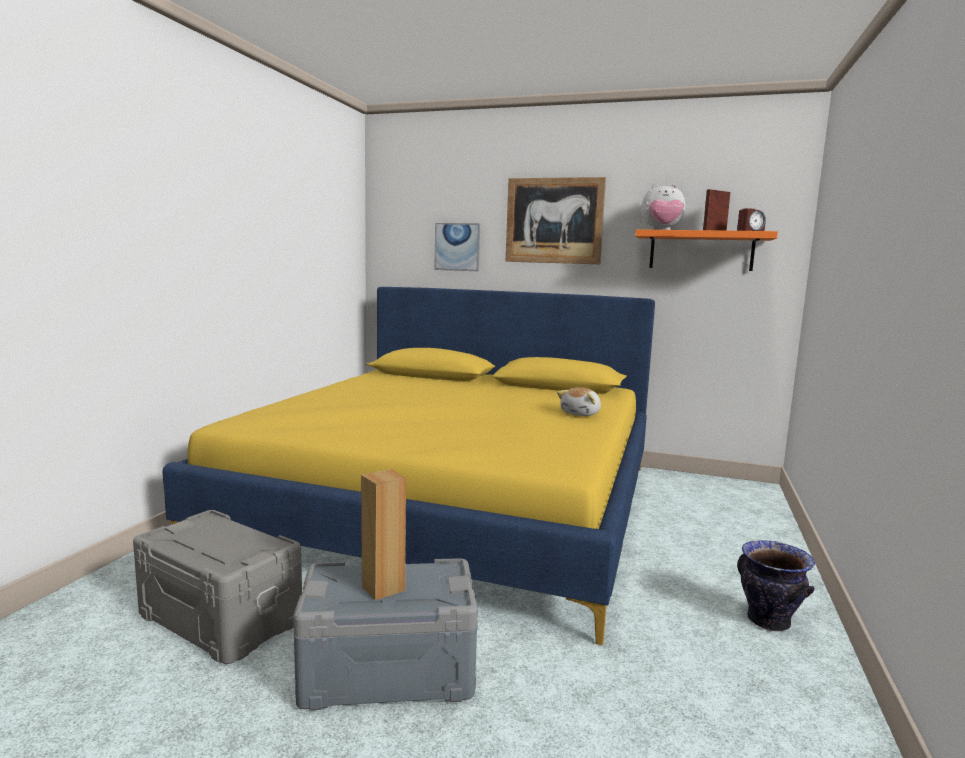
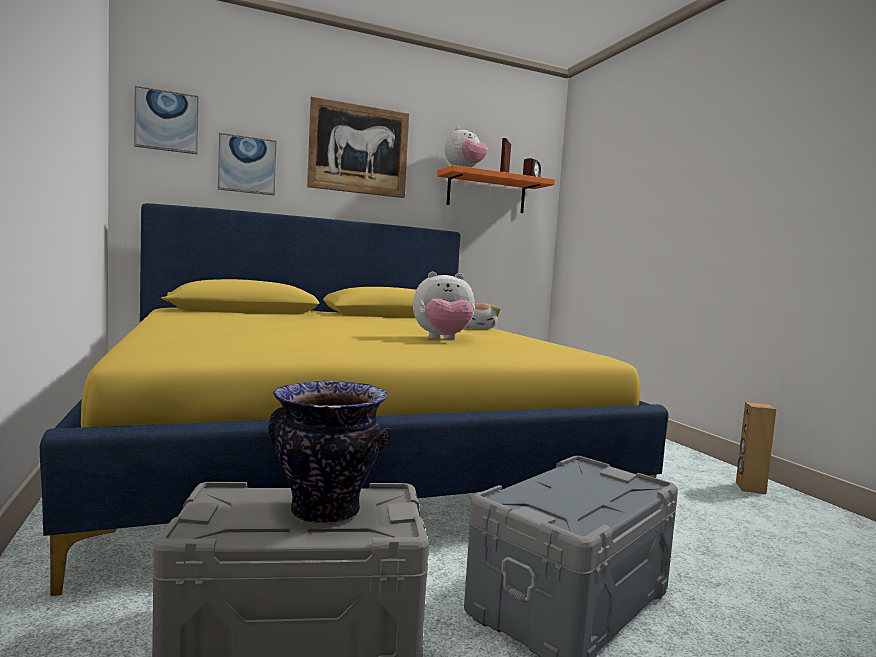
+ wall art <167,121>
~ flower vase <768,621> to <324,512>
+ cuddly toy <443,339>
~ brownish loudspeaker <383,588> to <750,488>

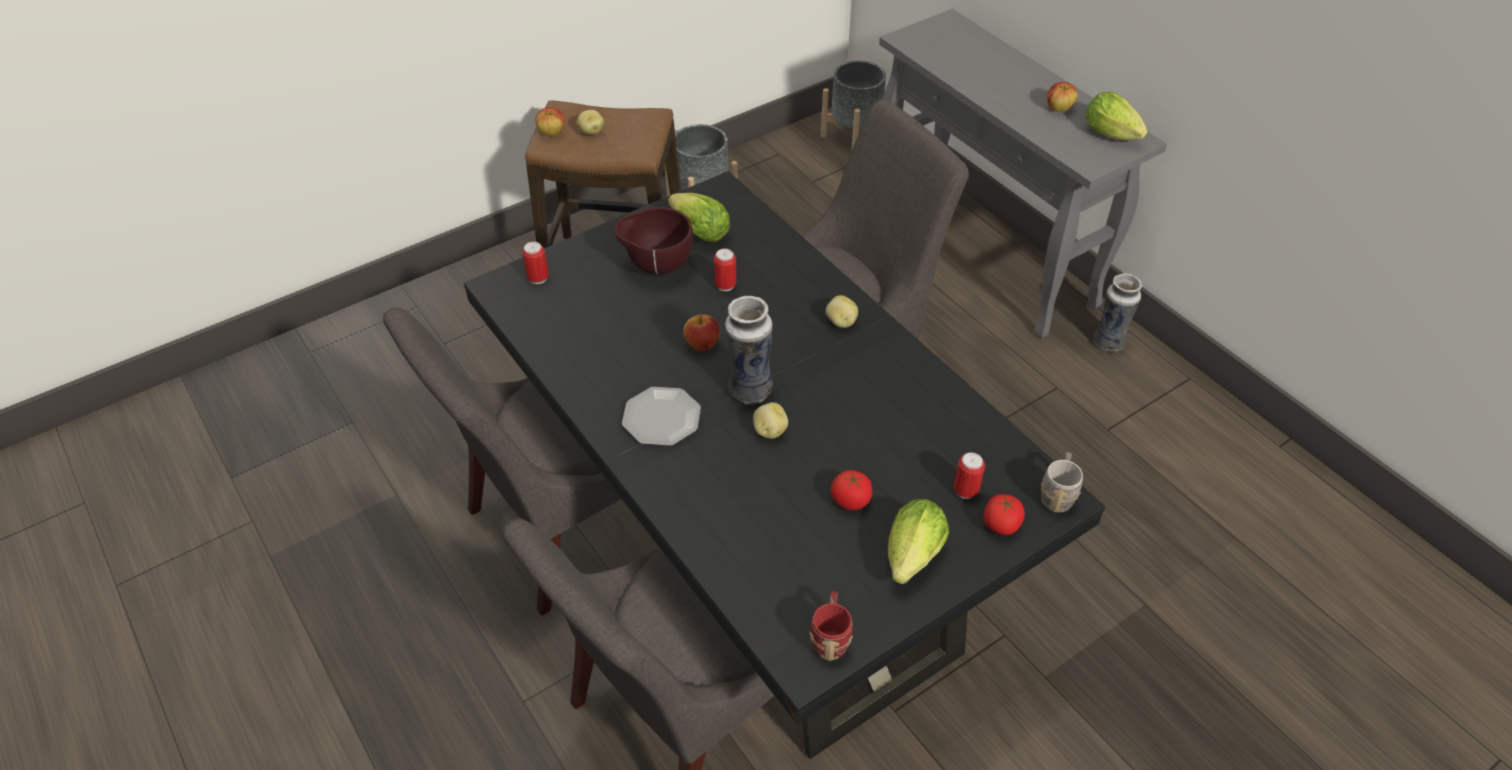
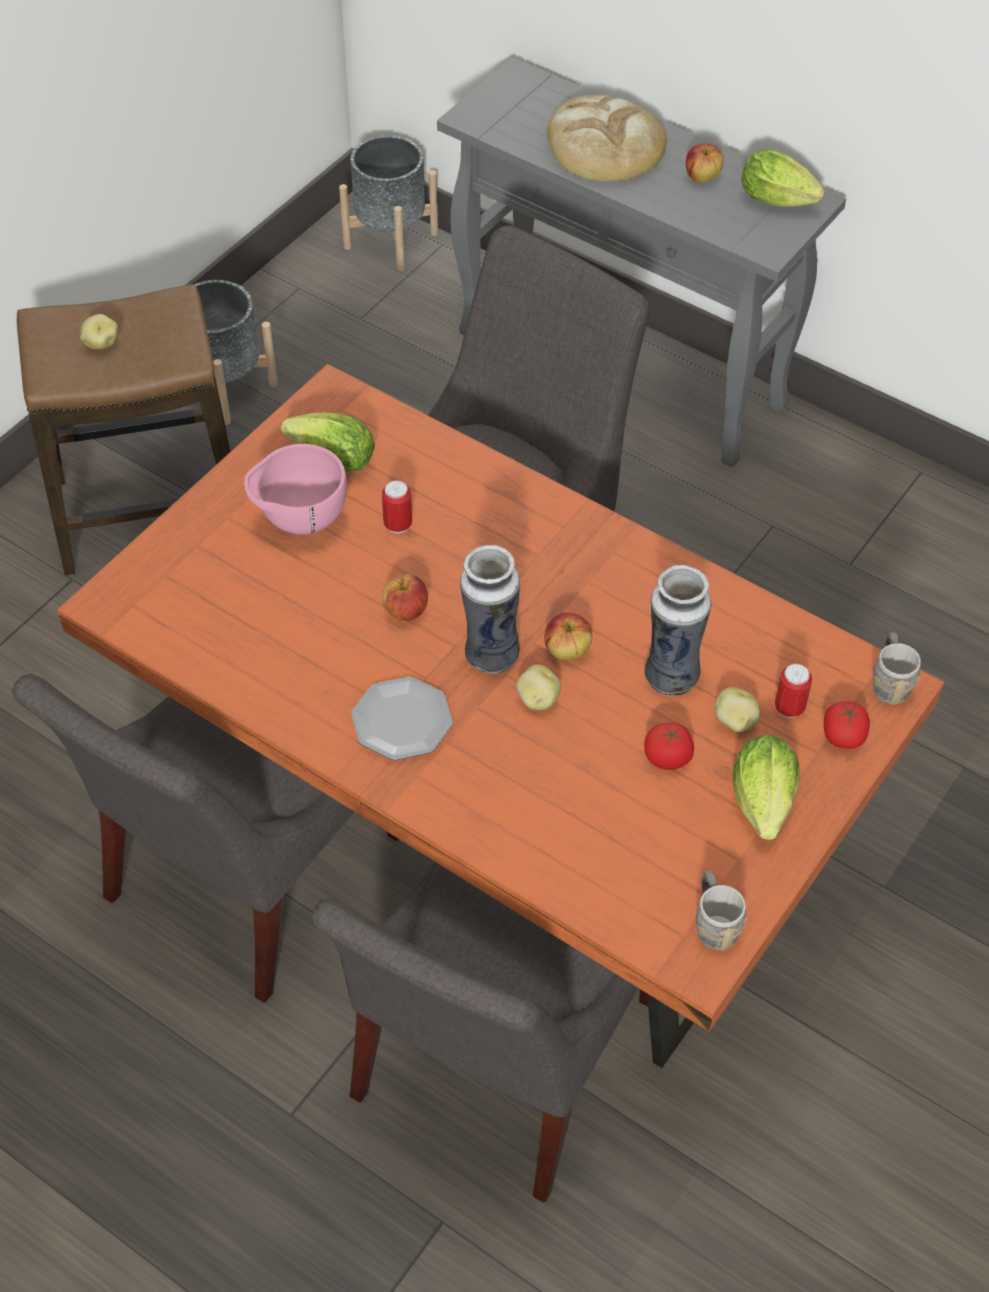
~ blackish dining table <753,546> to orange dining table <489,834>
~ brownish serving bowl <657,267> to pink serving bowl <300,522>
~ apple <552,132> to <567,650>
+ bread <605,146>
~ flower vase <1108,342> to <671,675>
~ reddish mug <830,637> to gray mug <713,924>
~ whole potato <840,322> to <735,721>
- metal can <538,278>

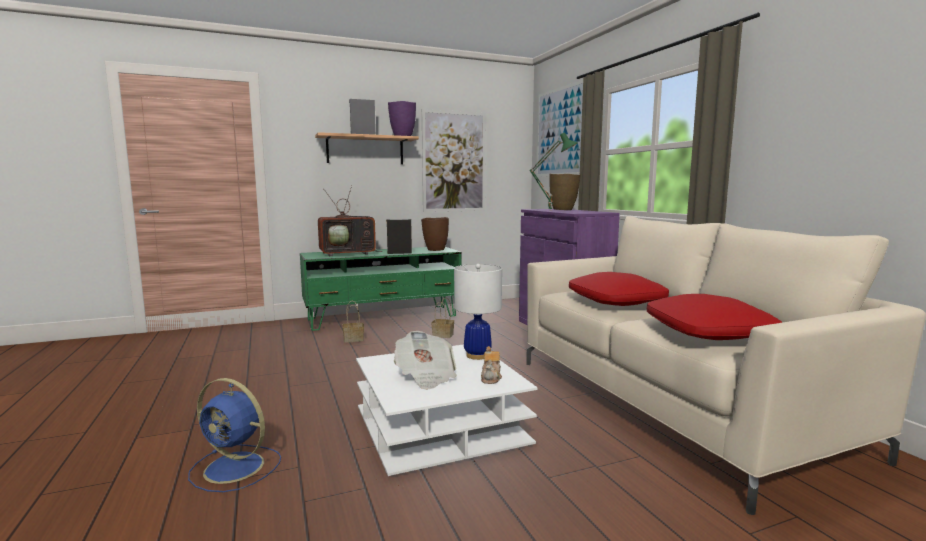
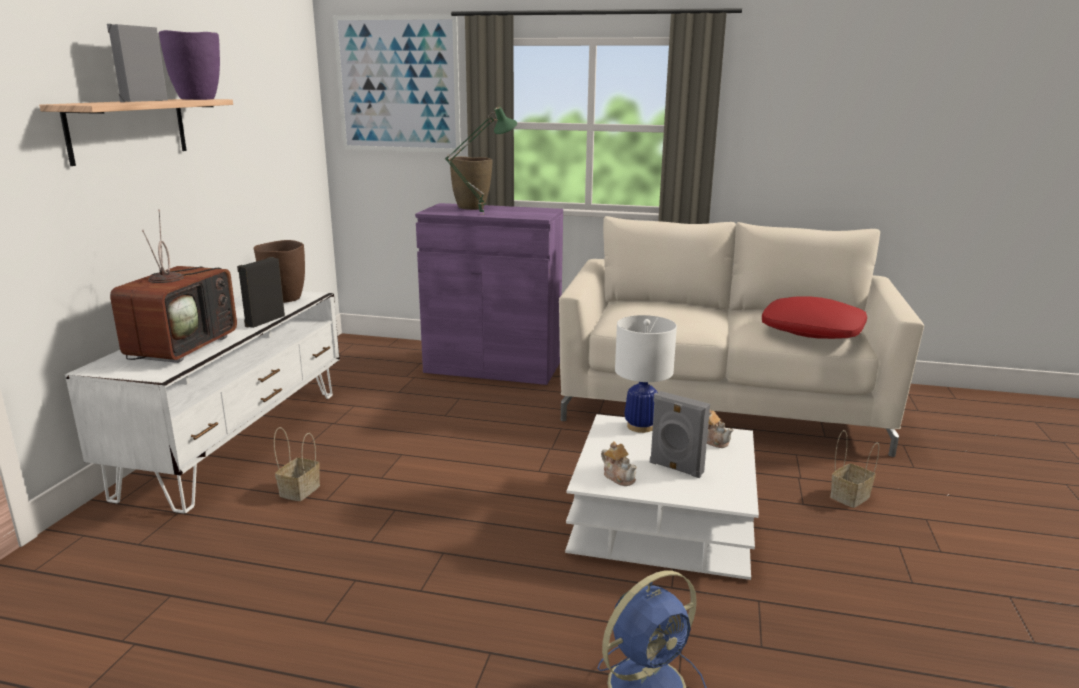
~ green media console <383,317> to whitish media console <237,440>
+ pot for tea <619,477>
~ printed paper <425,376> to gray loudspeaker <675,468>
~ household basket <443,335> to <849,496>
- wall art <454,162>
- reddish pillow <616,301>

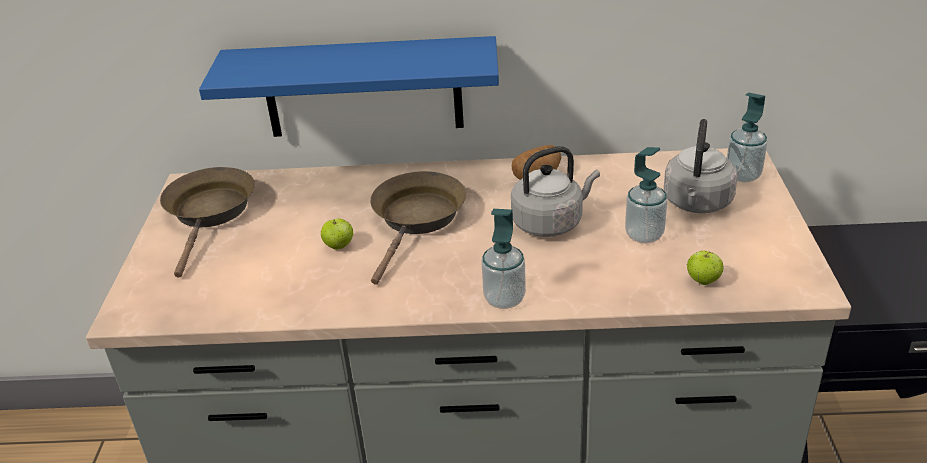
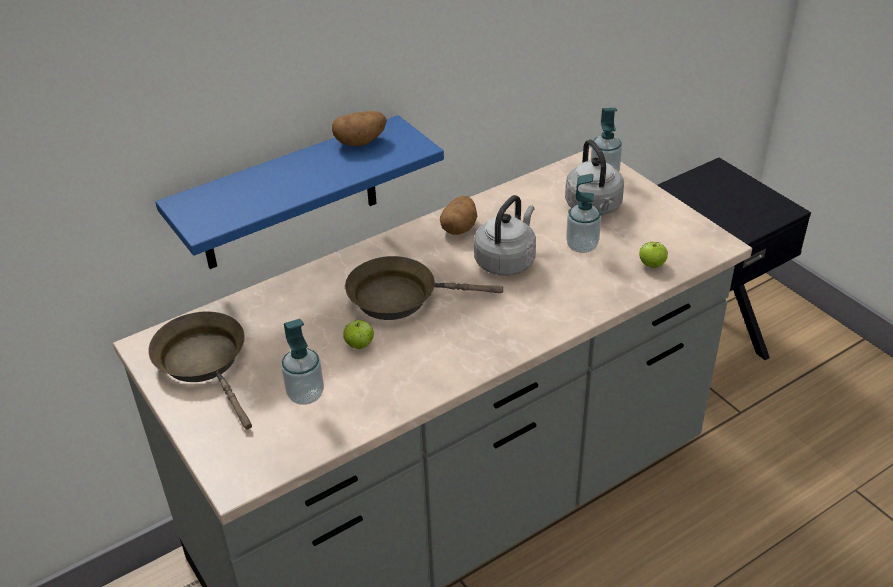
~ soap bottle <504,299> to <305,394>
+ whole potato <360,142>
~ brownish frying pan <417,219> = <400,297> 75 degrees counterclockwise

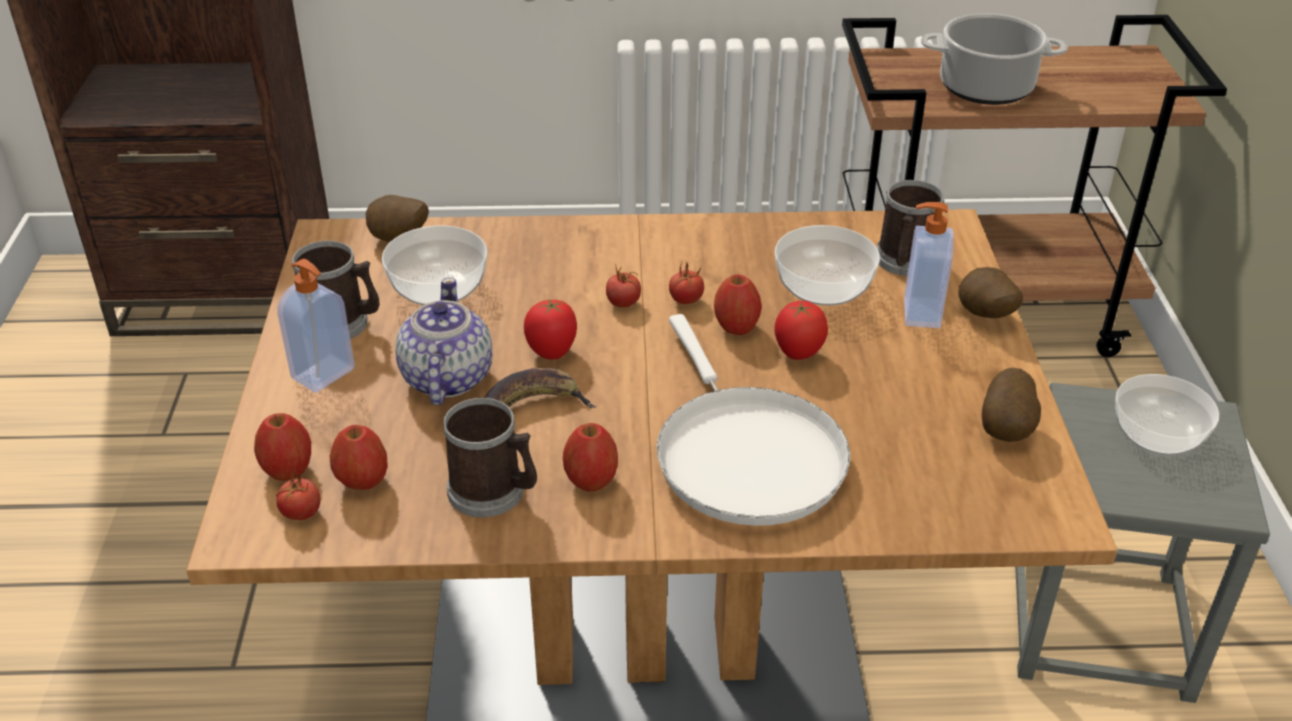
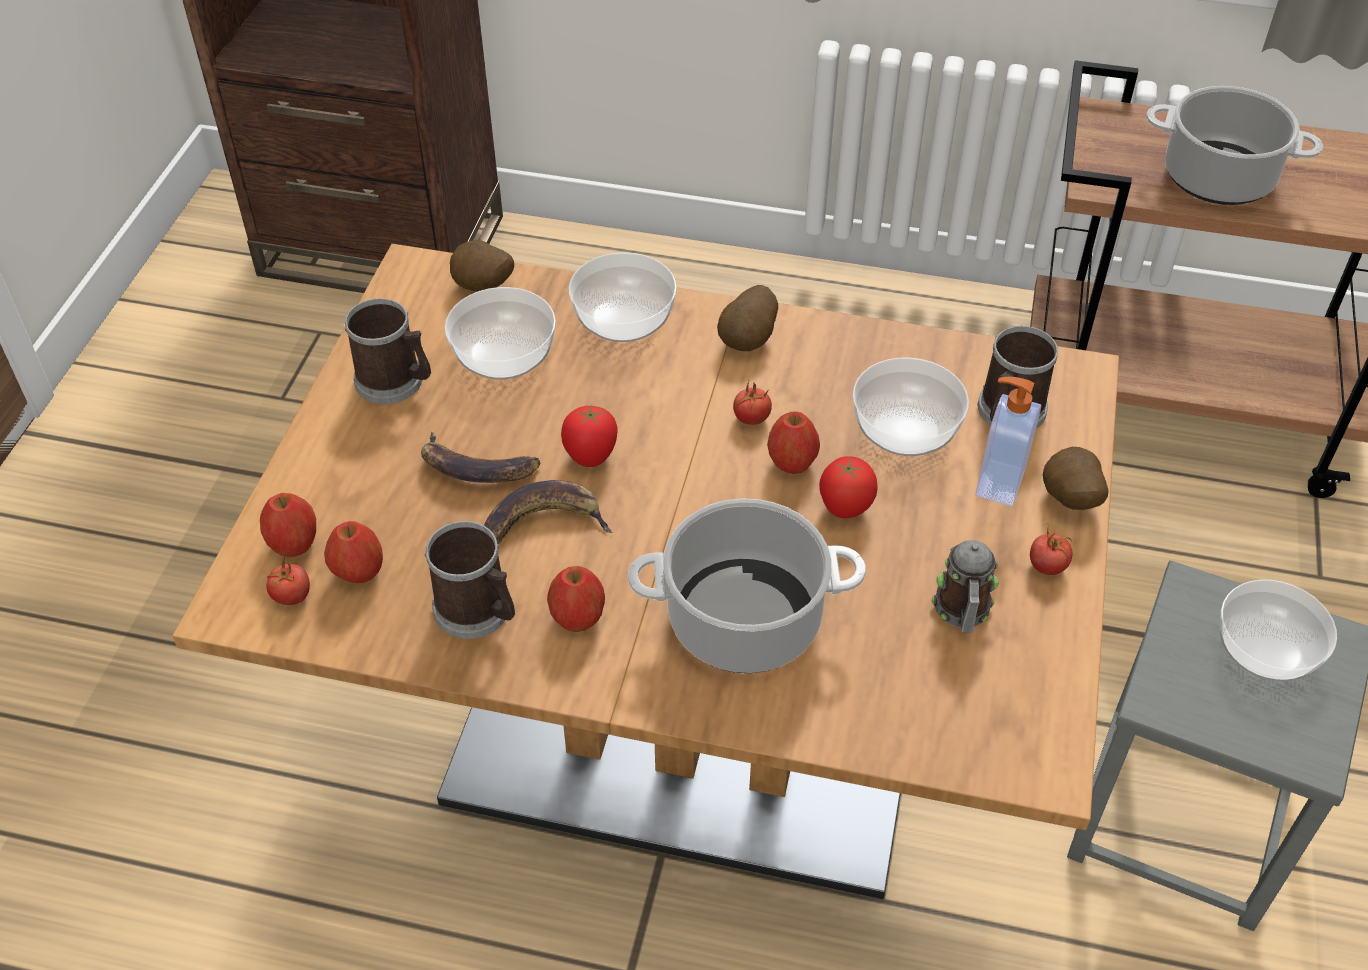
~ pot for tea <446,379> to banana <475,468>
+ serving bowl <624,320>
~ whitish frying pan <744,455> to saucepot <742,621>
~ whole potato <1007,430> to <749,341>
+ mug <962,613>
~ whole tomato <623,303> to <1047,566>
- soap bottle <324,374>

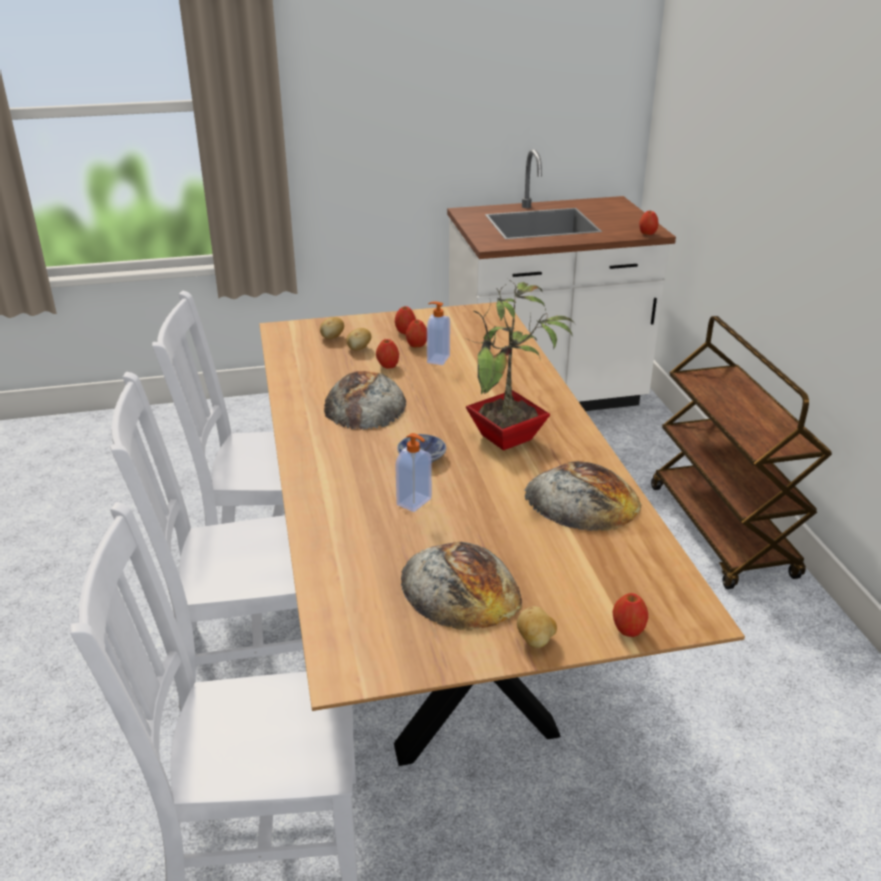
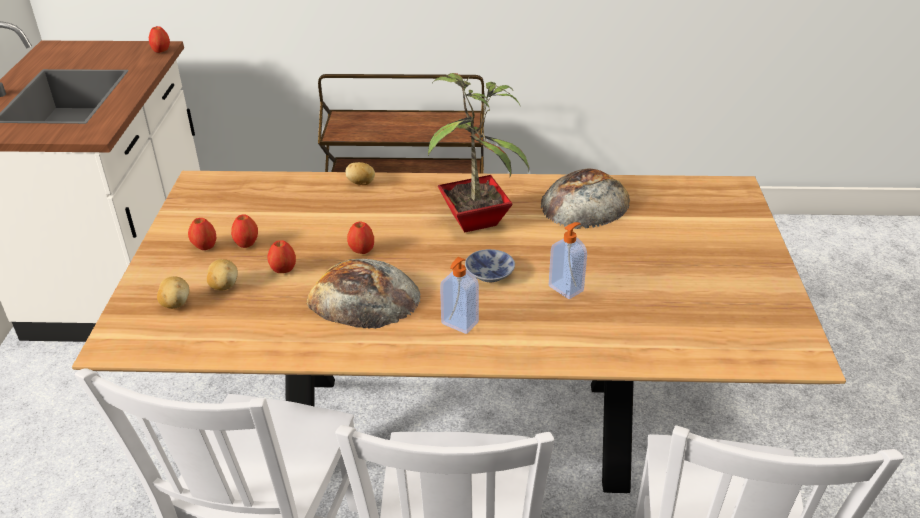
~ whole potato <535,641> to <361,183>
~ apple <628,630> to <362,251>
~ soap bottle <437,359> to <459,324>
- bread <460,587>

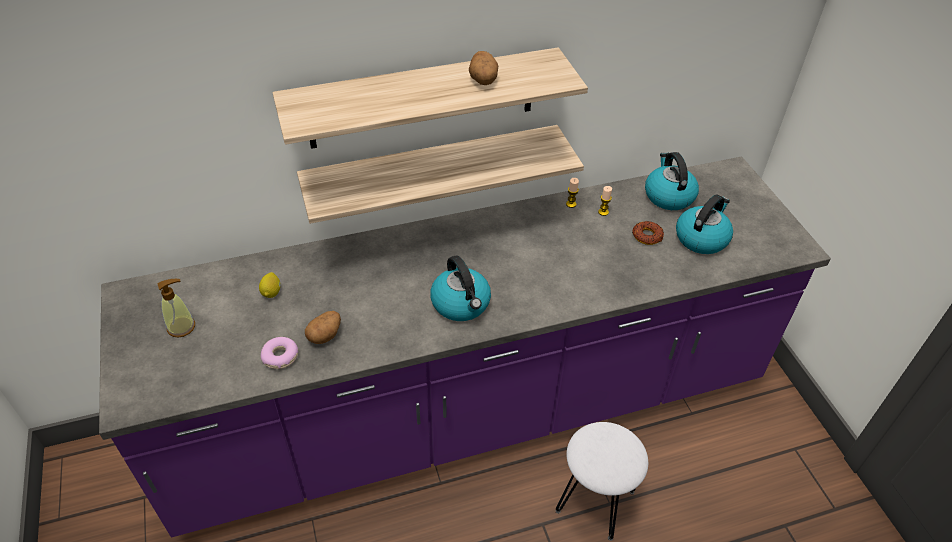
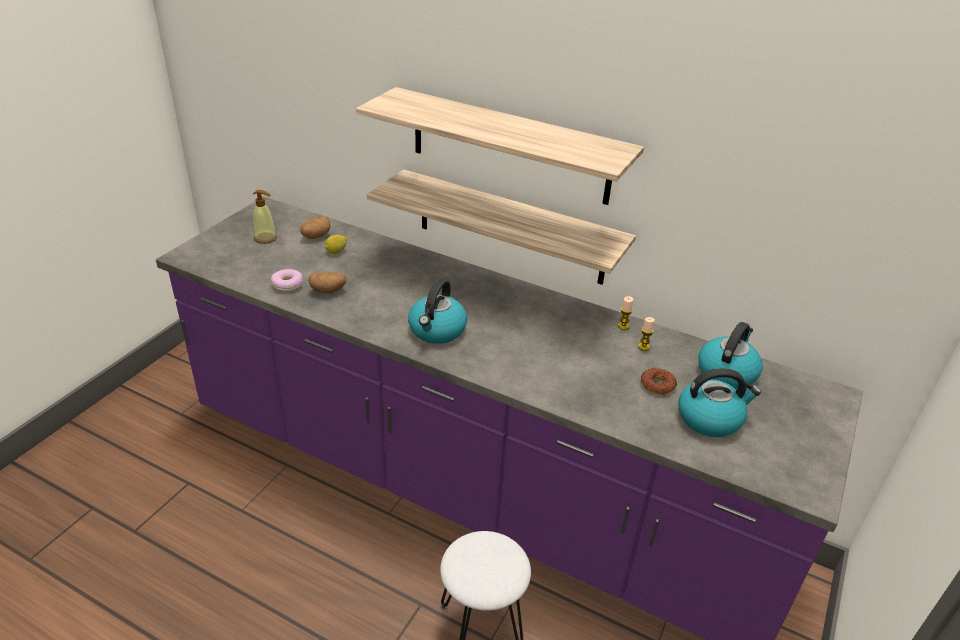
~ whole potato <483,80> to <316,236>

